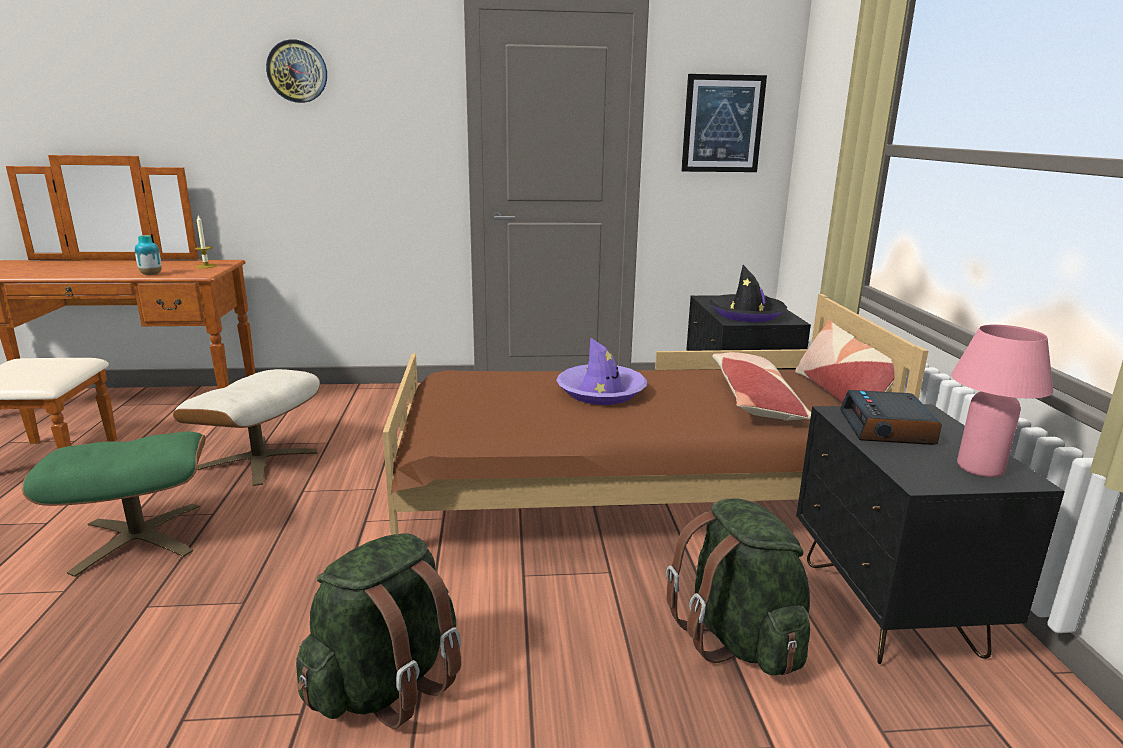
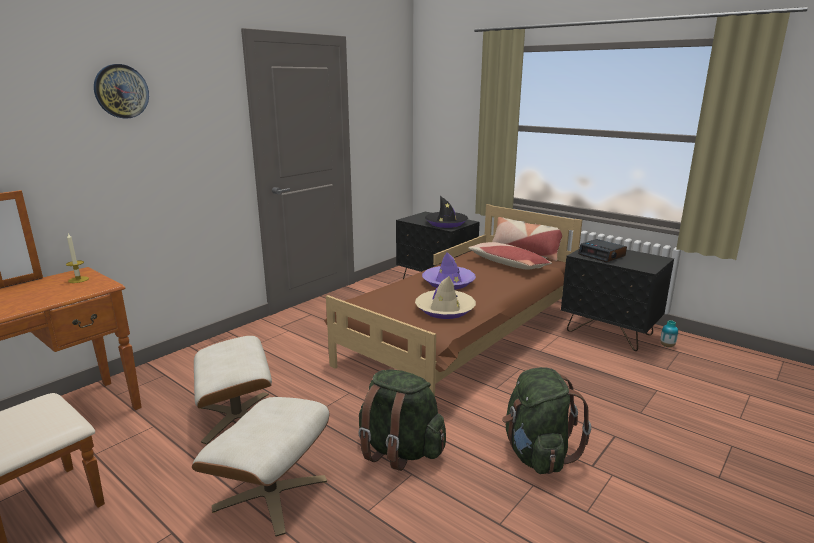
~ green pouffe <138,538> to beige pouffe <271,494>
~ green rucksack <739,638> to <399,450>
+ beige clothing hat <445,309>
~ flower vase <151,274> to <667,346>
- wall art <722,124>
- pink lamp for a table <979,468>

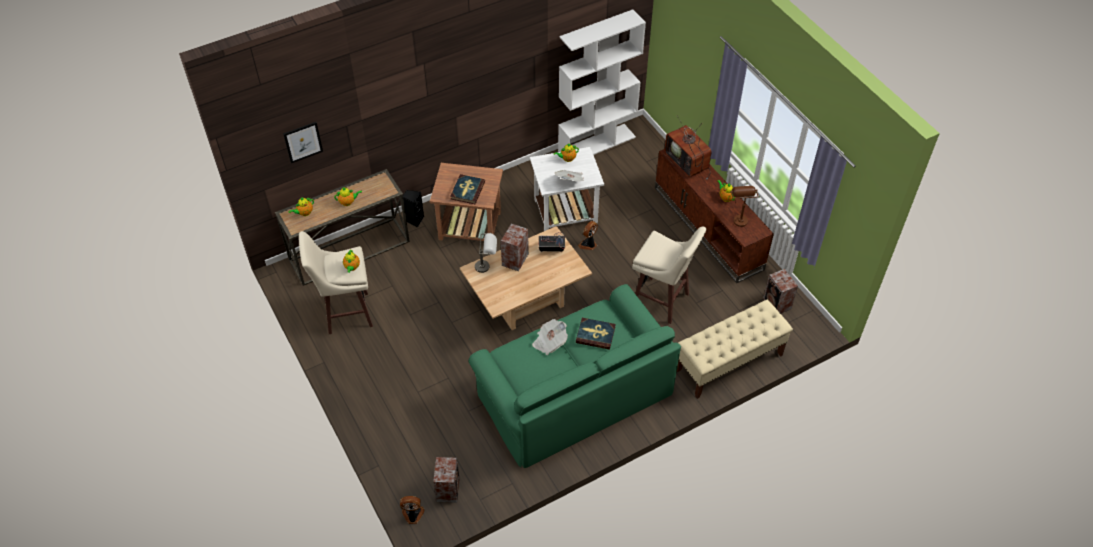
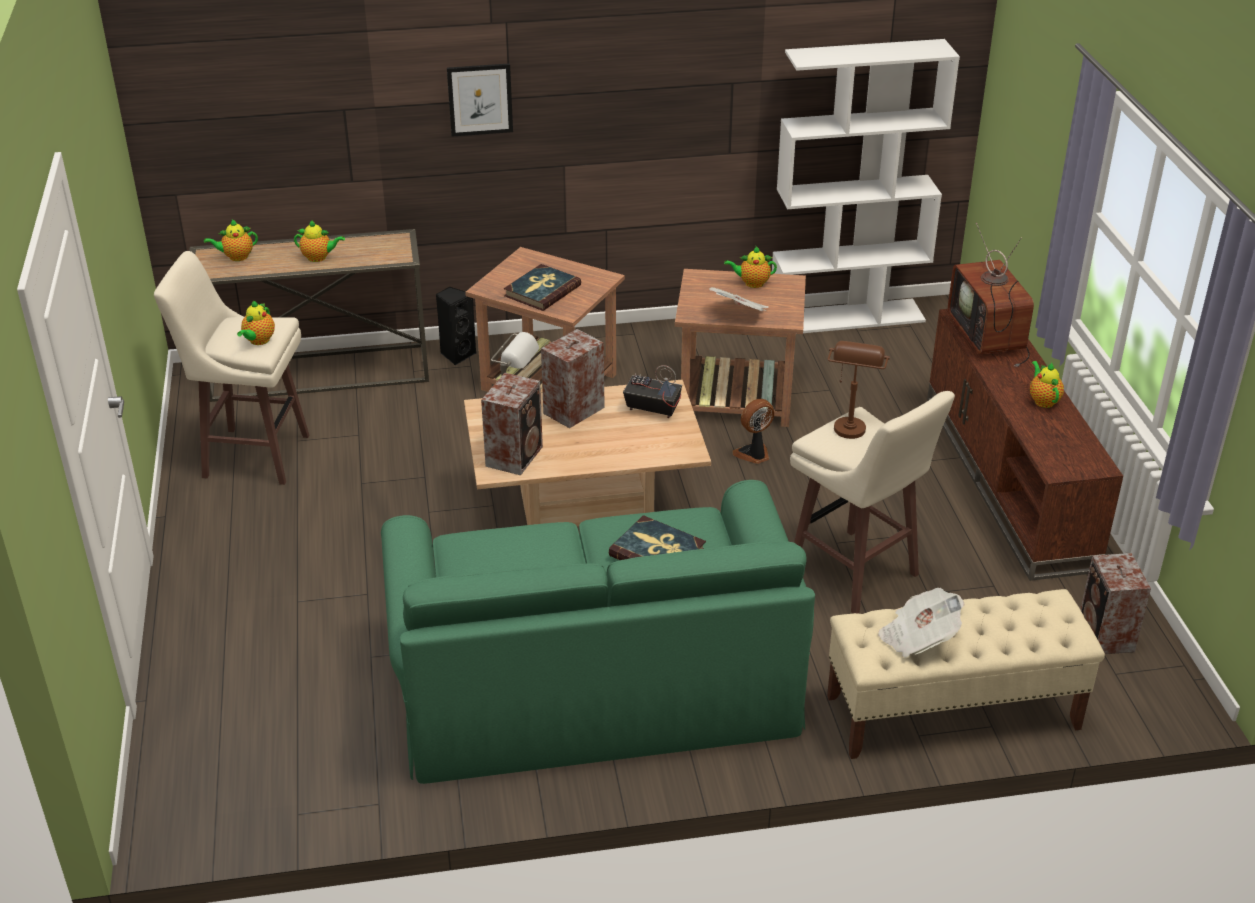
~ wall art <303,142> to <480,99>
~ loudspeaker <448,489> to <516,455>
~ whitish side table <566,211> to brownish side table <738,397>
~ brownish lamp for a table <739,217> to <850,423>
~ printed paper <549,342> to <918,638>
- cooling fan <413,515>

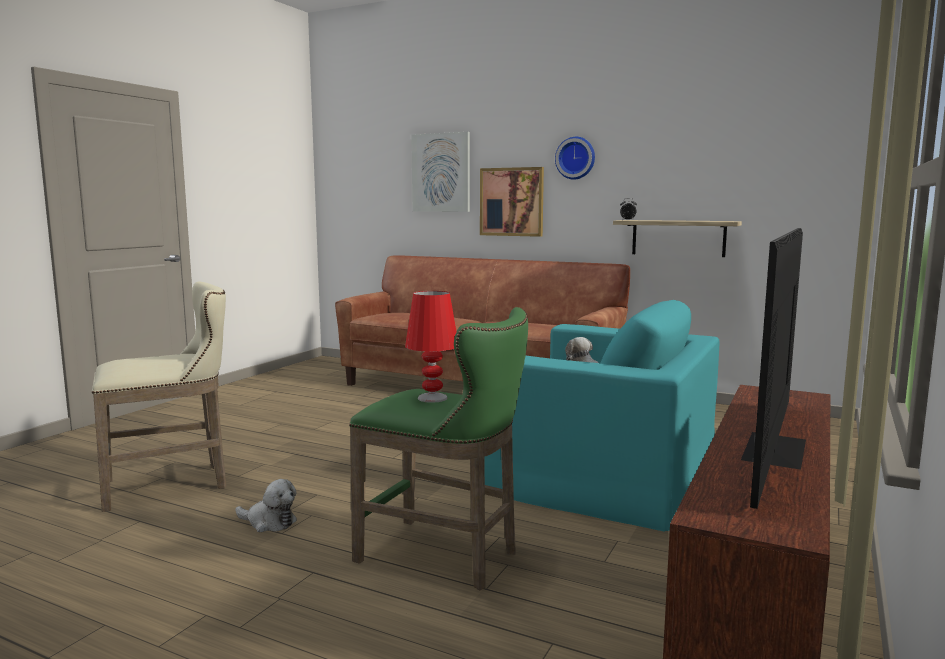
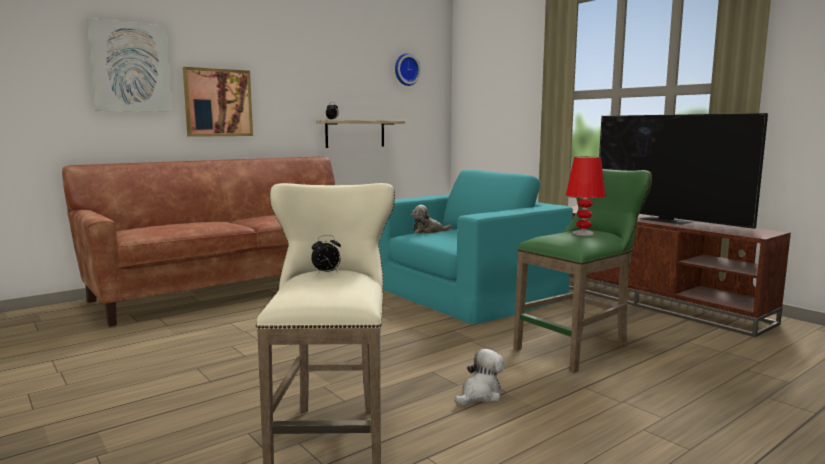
+ bedside clock <326,273>
~ hanging clock <576,158> to <406,69>

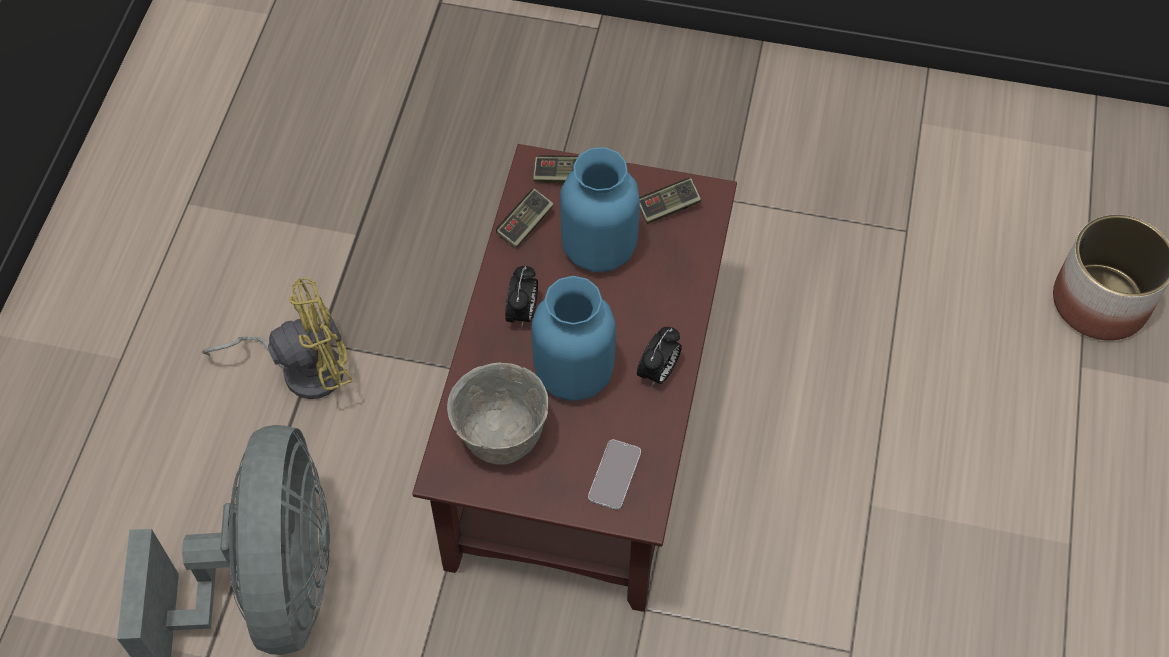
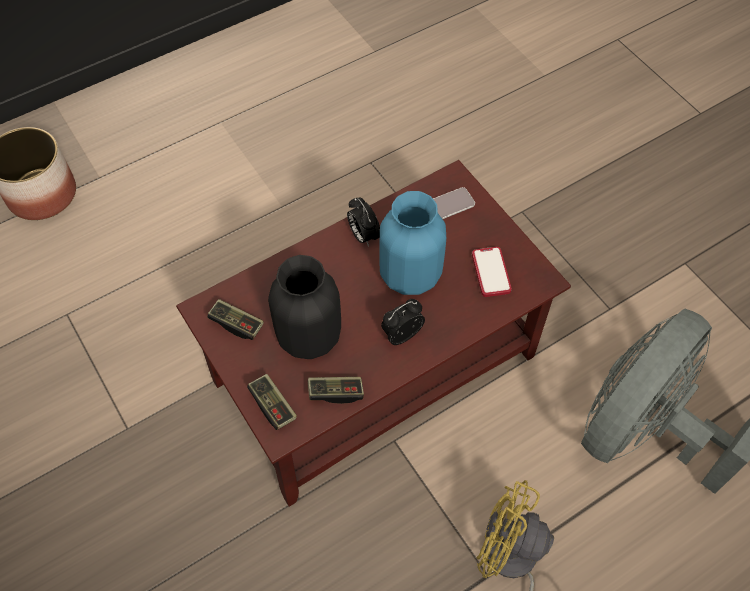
~ blue-coloured flower vase <599,247> to blackish flower vase <309,335>
~ bedside clock <658,372> = <363,235> 105 degrees counterclockwise
~ gray serving bowl <501,439> to phone <491,272>

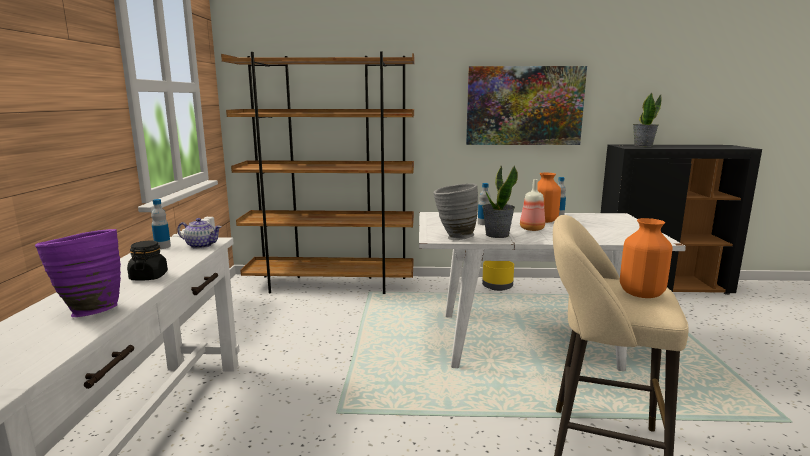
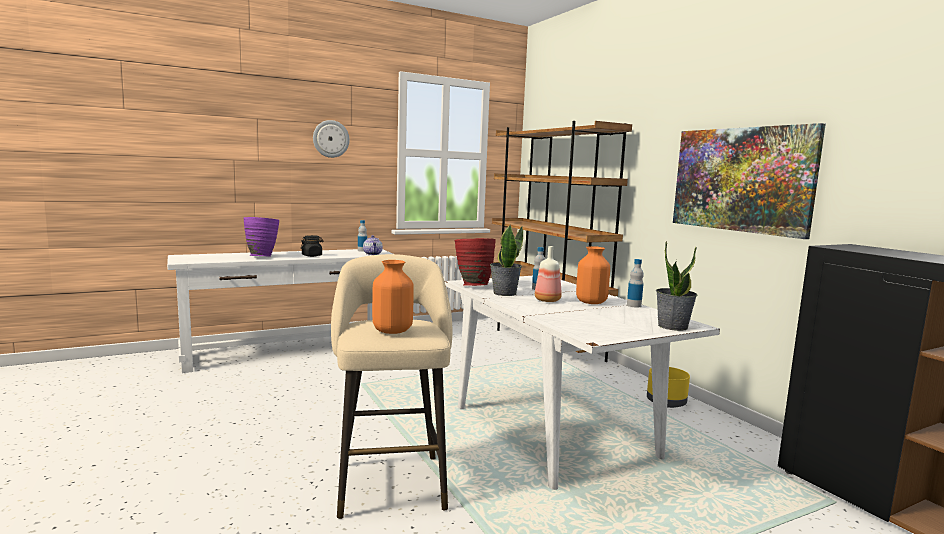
+ hanging clock <331,139>
~ gray flower vase <454,238> to reddish flower vase <472,285>
~ plant in a pot <643,145> to <672,326>

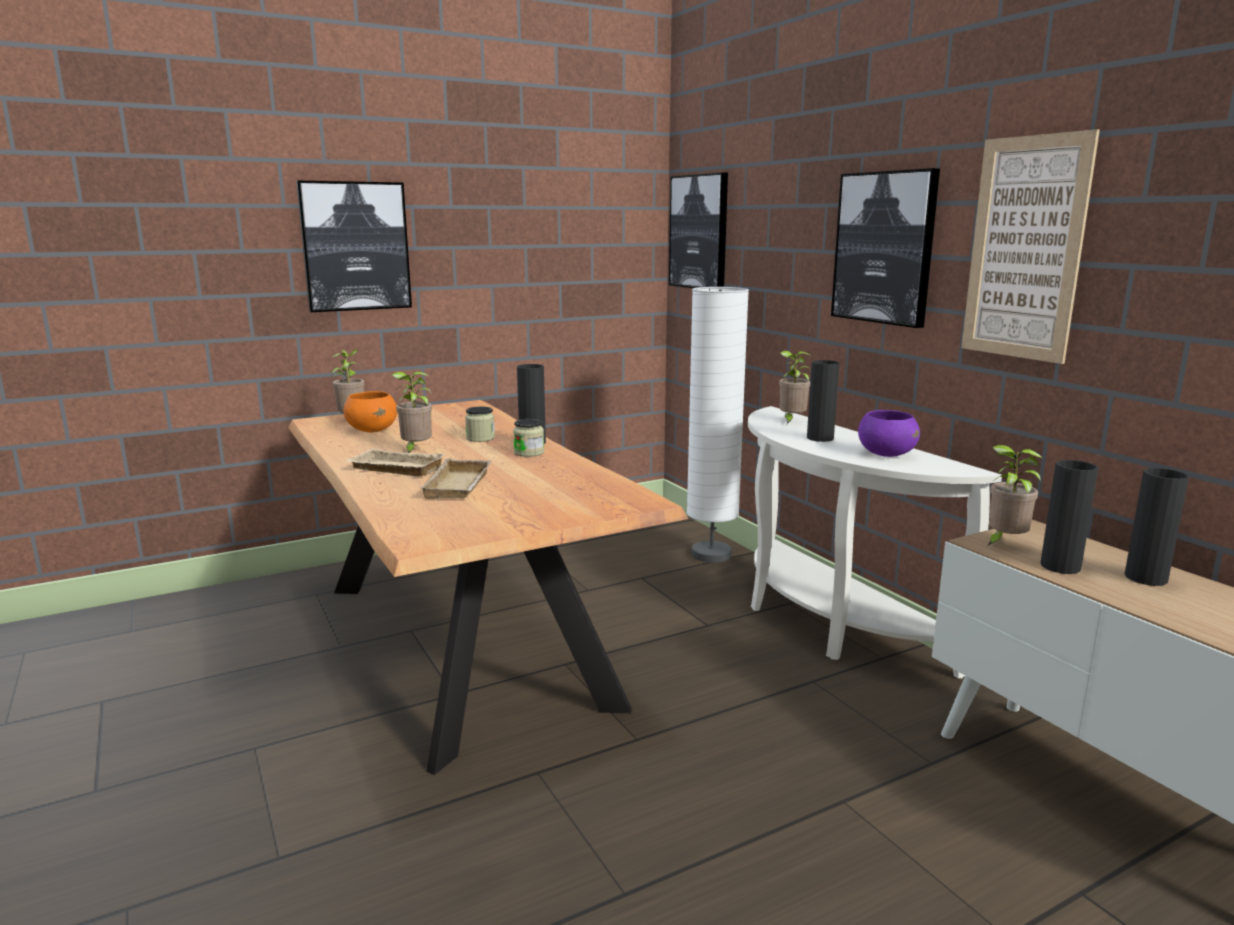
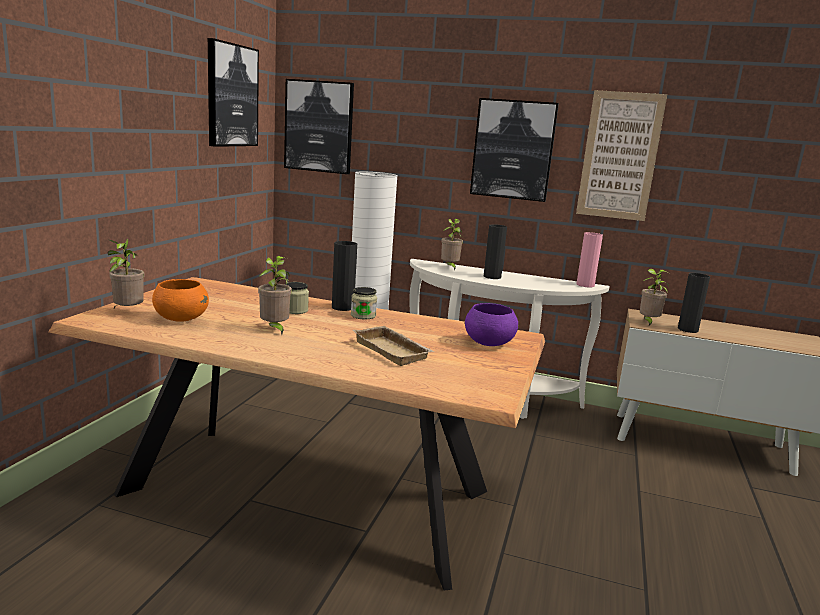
~ wall art <355,246> to <231,96>
~ purplish serving bowl <886,454> to <488,343>
+ pink flower vase <585,285>
- beige serving tray <394,469>
- blackish flower vase <1145,578>

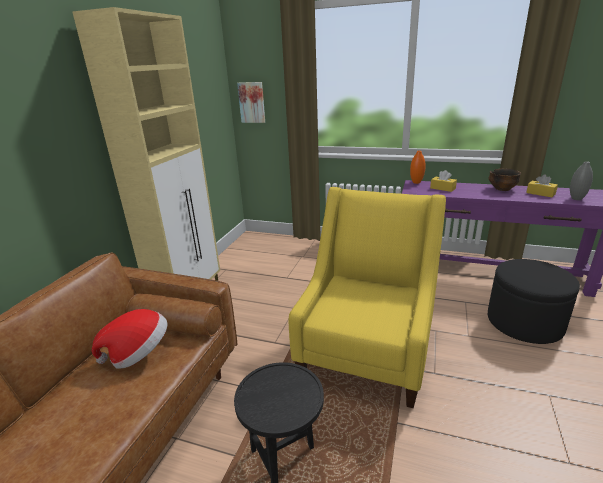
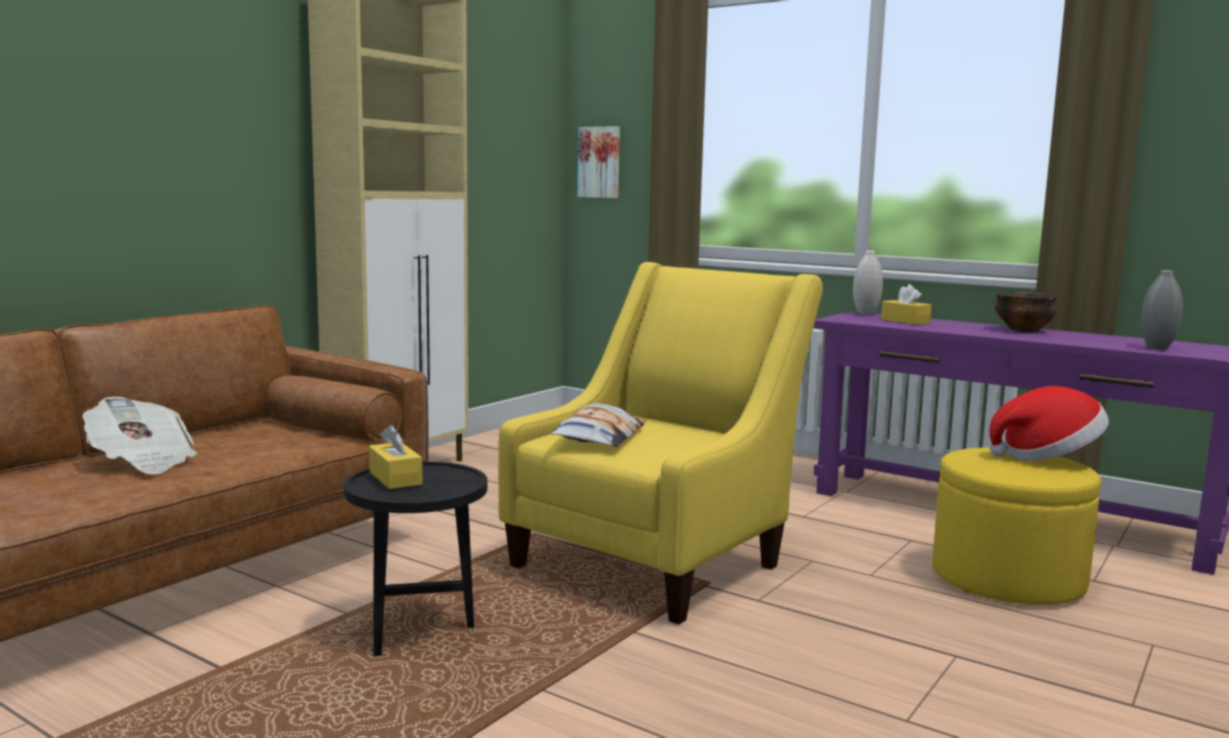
+ printed paper <142,462>
~ yellowish tissue box <540,193> to <395,478>
+ pillow <599,437>
~ orange flower vase <416,182> to whitish flower vase <865,314>
~ blackish pouffe <524,323> to yellowish pouffe <1007,579>
~ clothing hat <139,354> to <1047,457>

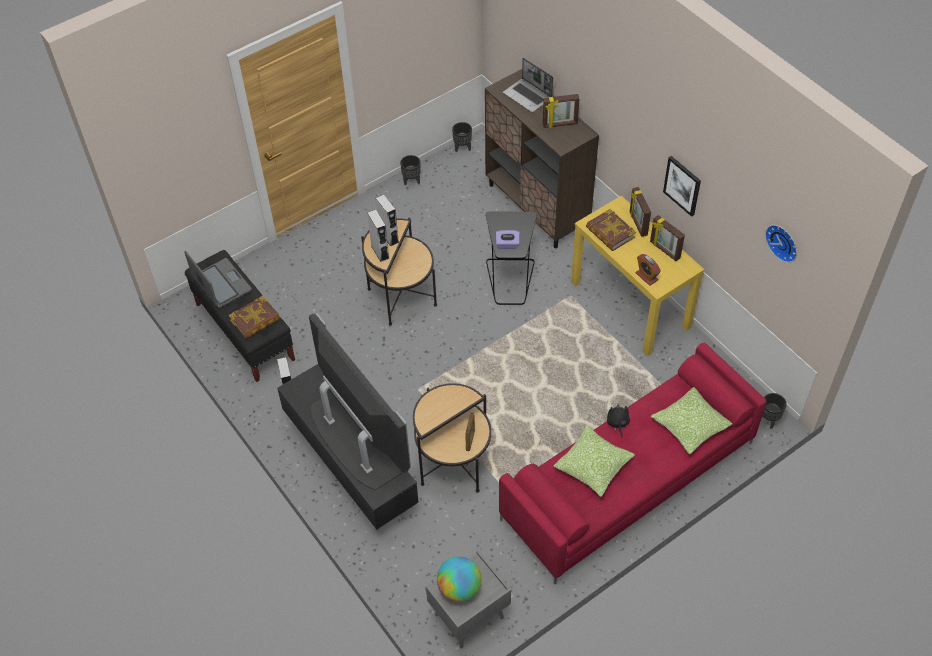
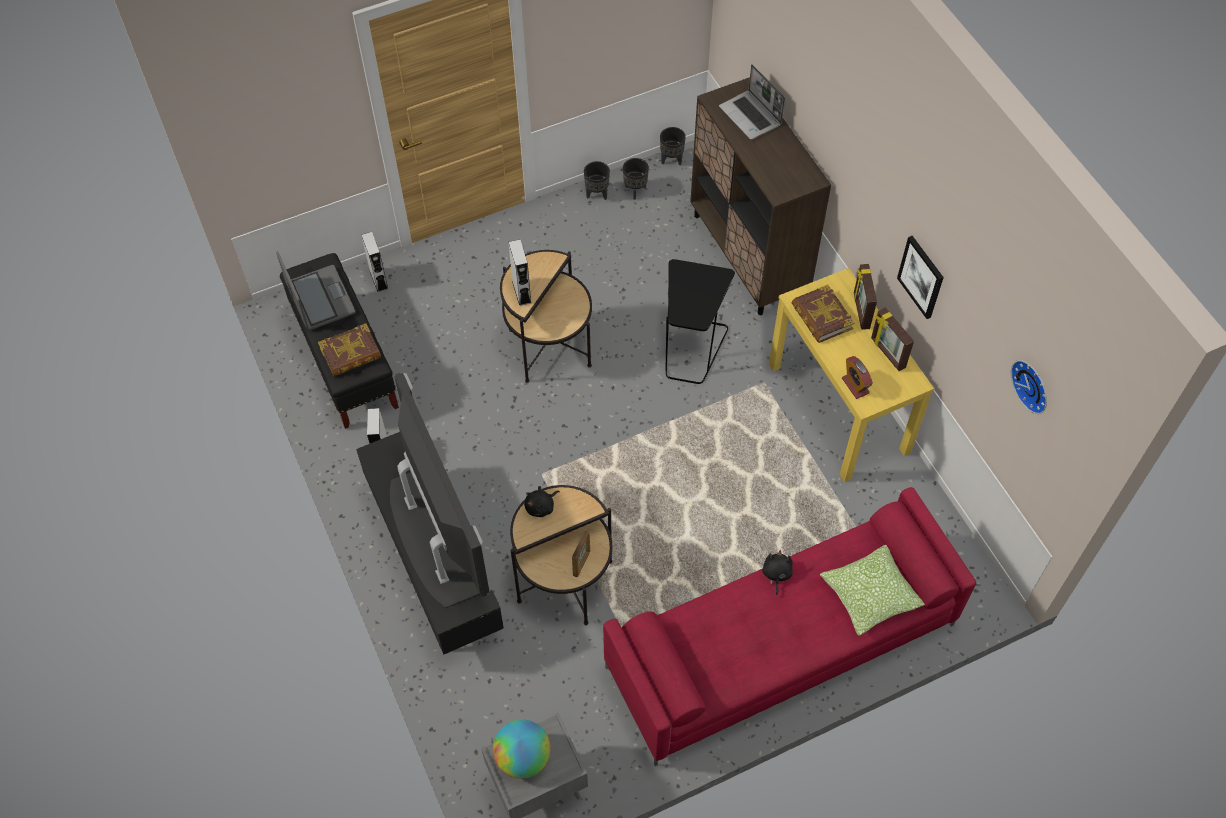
~ gray loudspeaker <388,237> to <379,280>
+ blackish cuddly toy <541,507>
~ blackish flower pot <768,420> to <635,191>
- purplish tissue box <507,244>
- standing frame <560,124>
- pillow <593,466>

